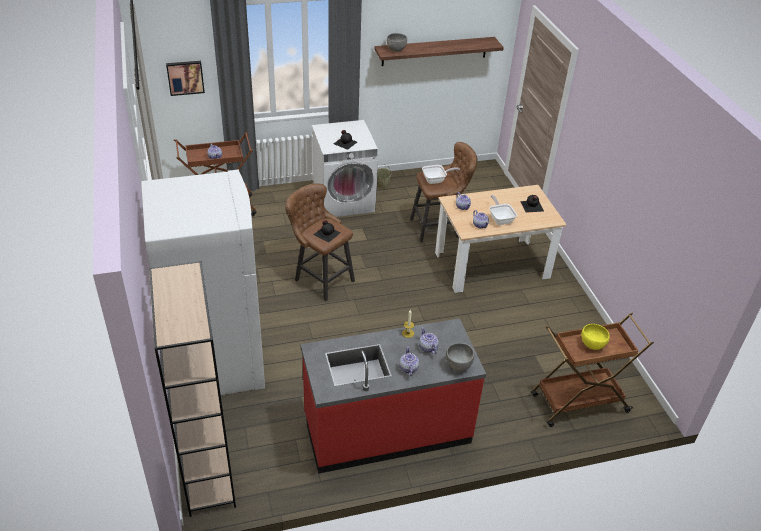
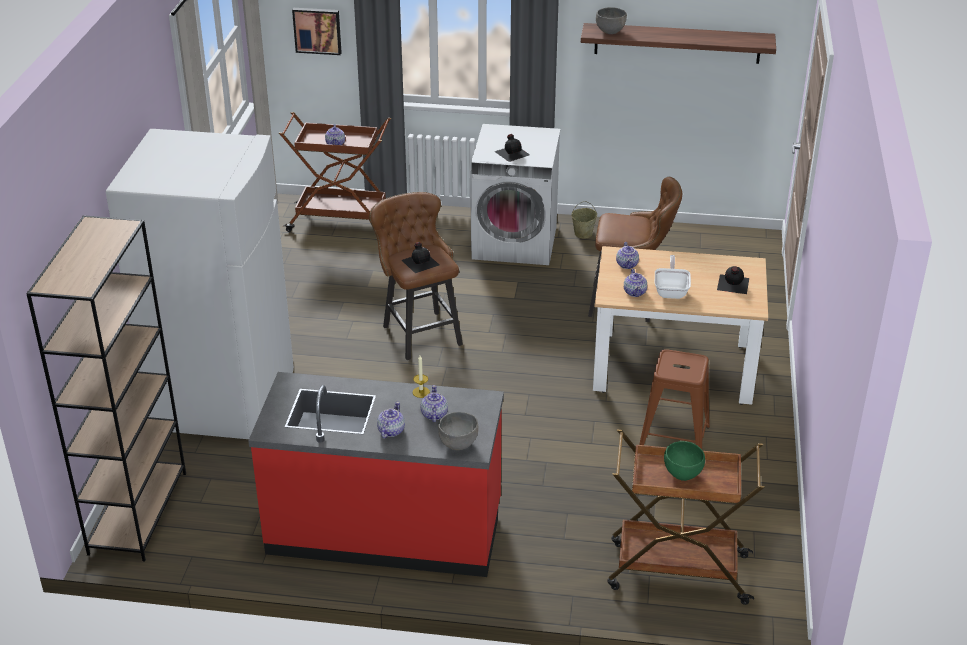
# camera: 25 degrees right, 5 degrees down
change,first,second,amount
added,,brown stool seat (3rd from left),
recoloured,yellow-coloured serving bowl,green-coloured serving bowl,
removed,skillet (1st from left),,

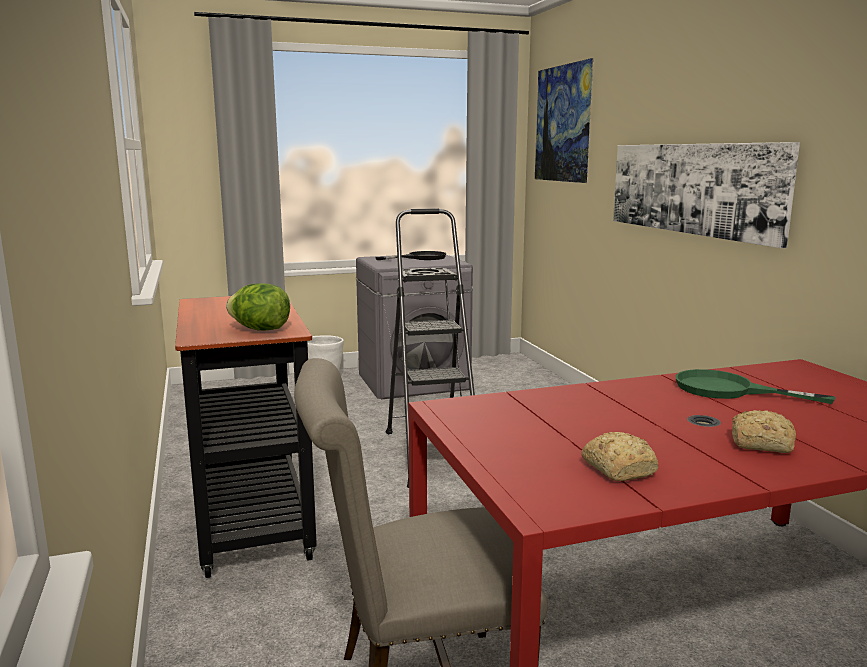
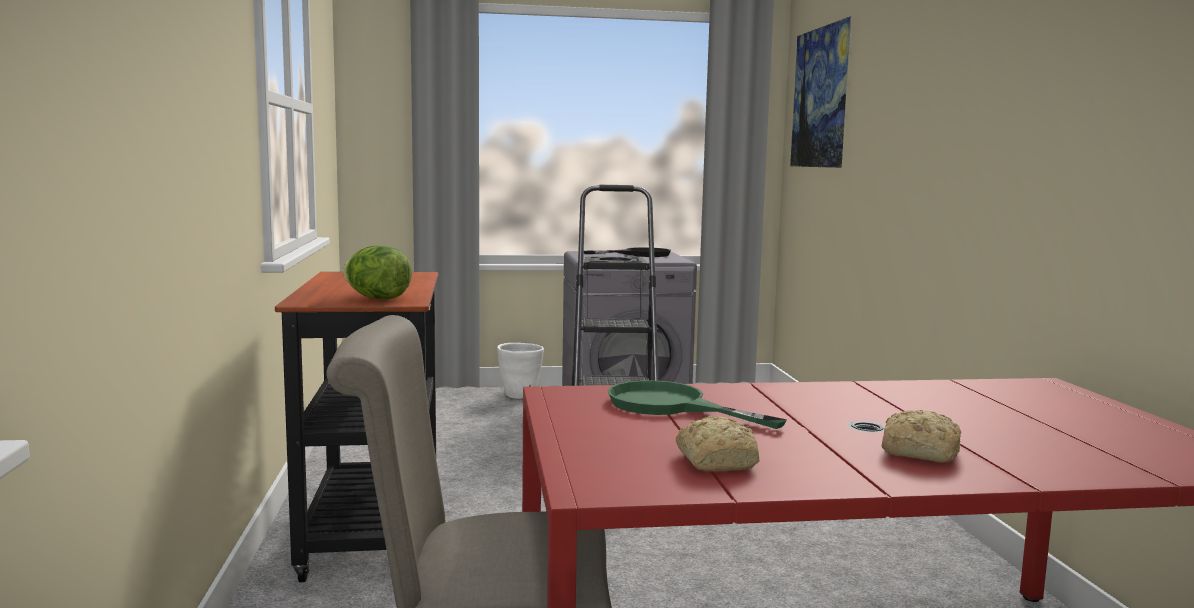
# camera: 10 degrees right, 5 degrees down
change,first,second,amount
moved,green-coloured skillet,,
removed,picture (2nd from left),,

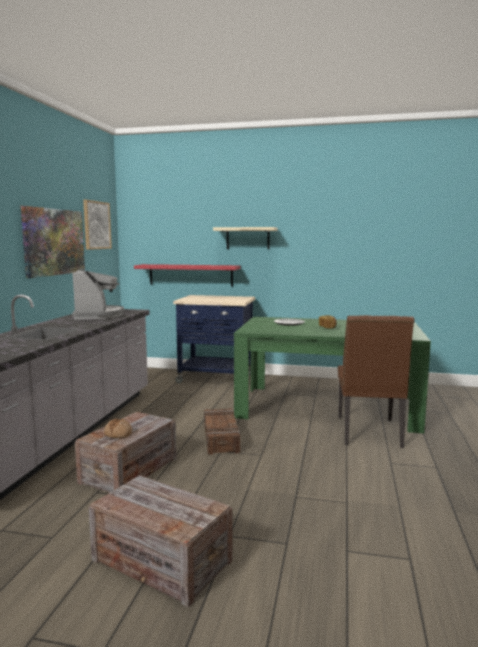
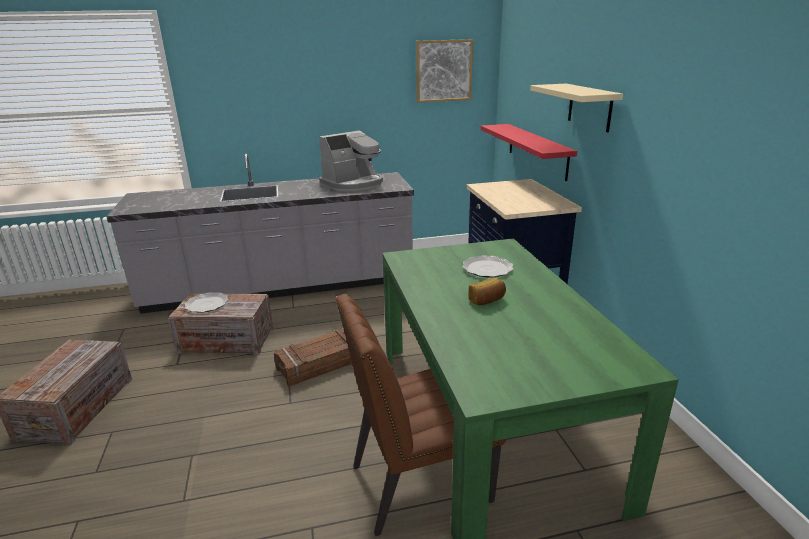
# camera: 65 degrees right, 15 degrees up
change,first,second,amount
replaced,bakery bread (1st from left),flat dish (1st from left),
removed,picture (1st from left),,

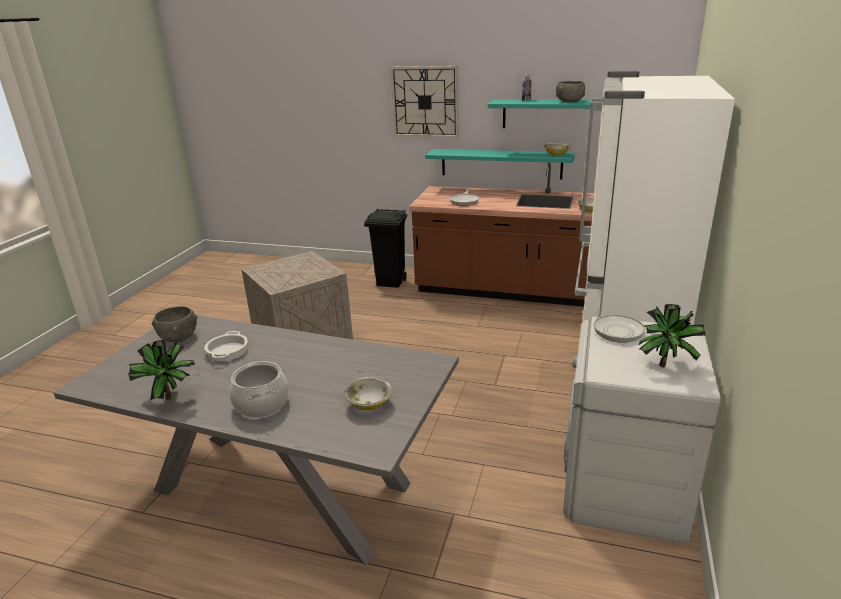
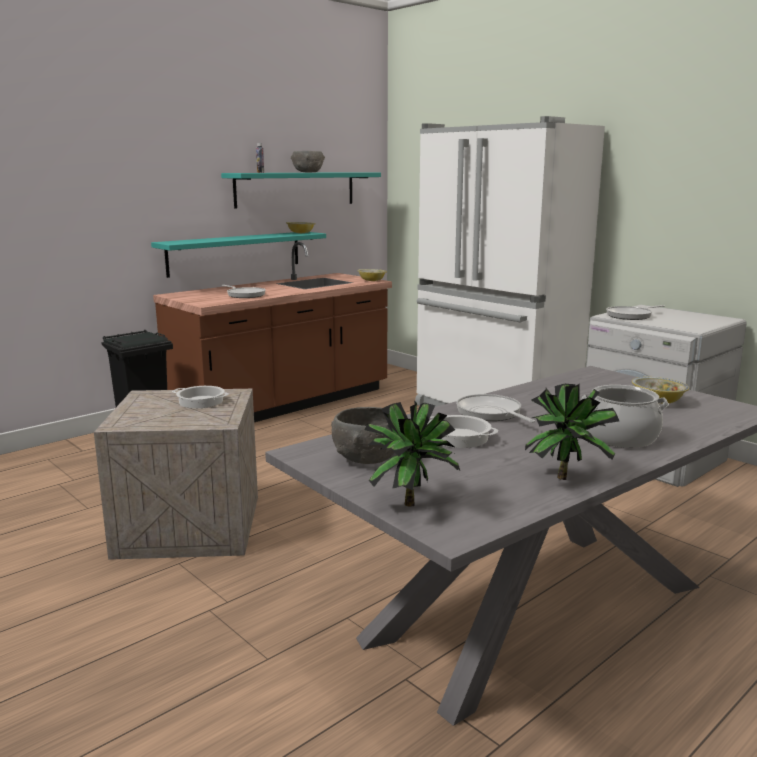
# camera: 60 degrees left, 10 degrees down
change,first,second,amount
added,,saucepot (1st from left),
moved,plant in a pot (2nd from left in the first image),plant in a pot (1st from left),
added,,skillet (2nd from left),
removed,wall clock,,

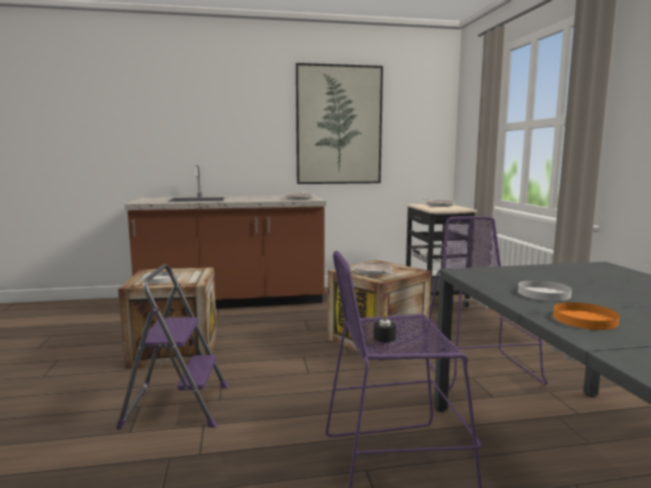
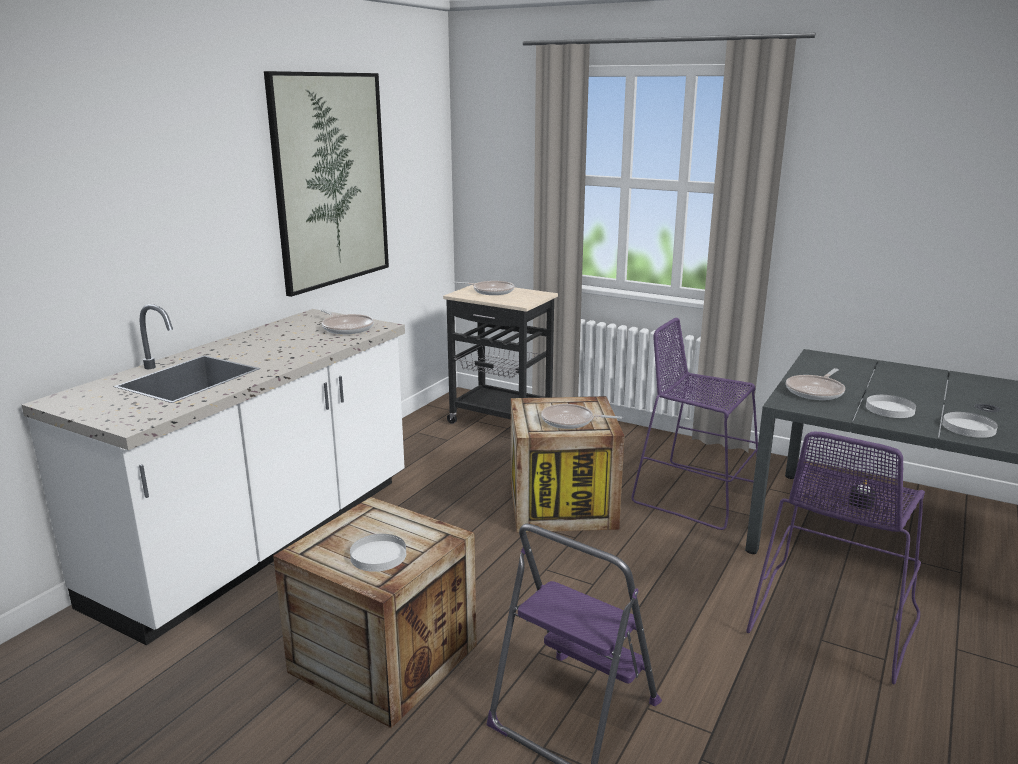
# camera: 50 degrees left, 10 degrees up
change,first,second,amount
recoloured,brown kitchen base unit,white-coloured kitchen base unit,
added,,skillet (4th from left),
recoloured,orange-coloured flat dish,white-coloured flat dish (3rd from left),

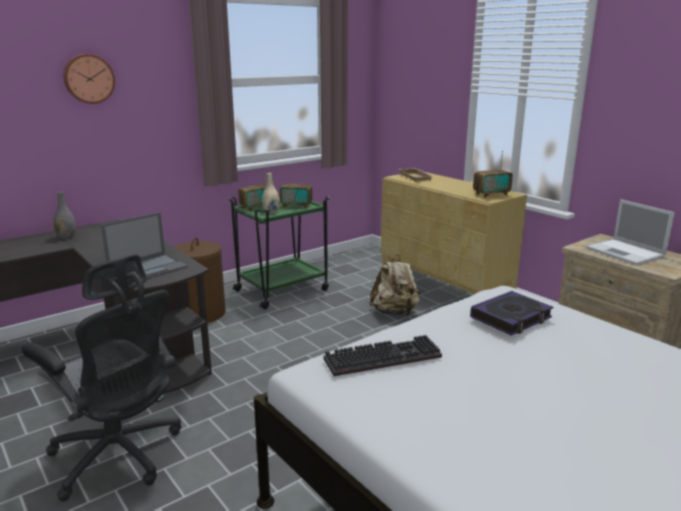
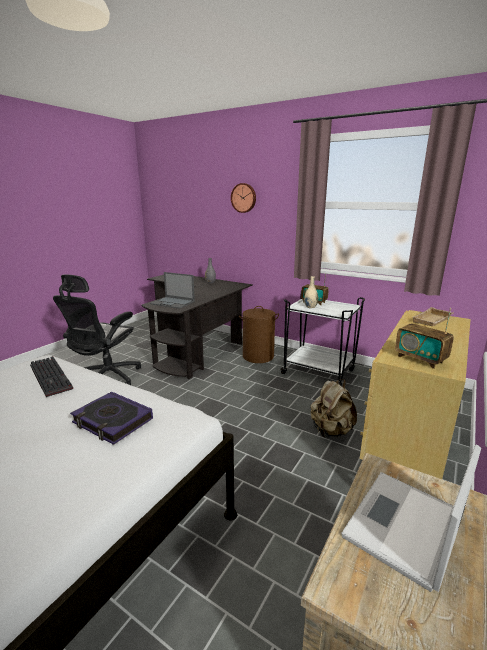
# camera: 70 degrees right, 0 degrees up
change,first,second,amount
recoloured,green-coloured trolley,white-coloured trolley,
removed,radio receiver (2nd from left),,

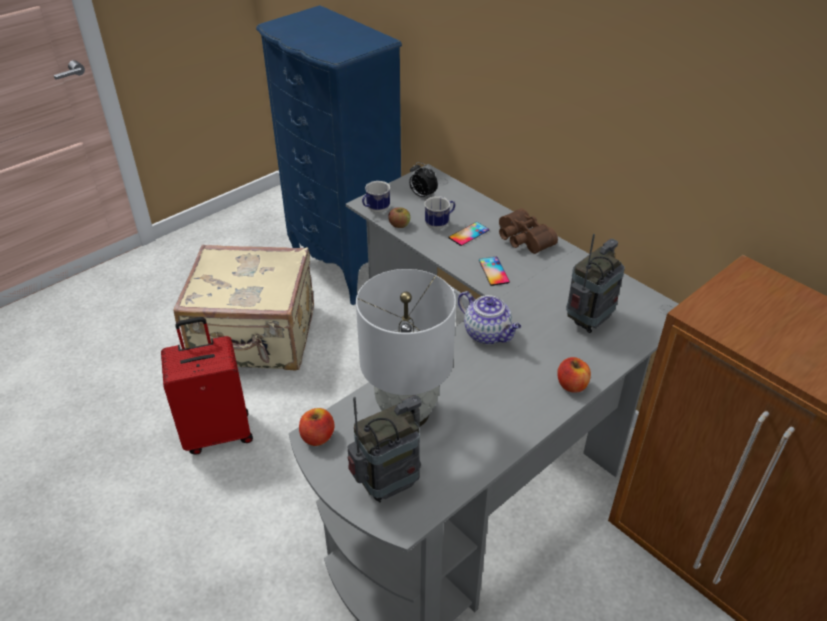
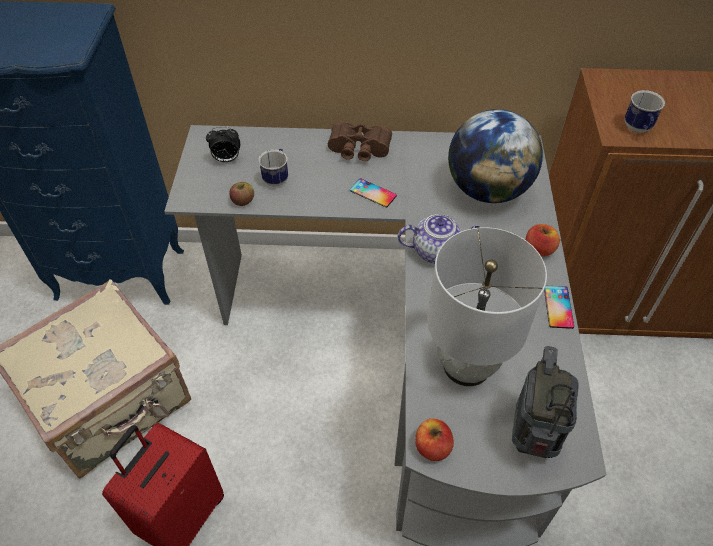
# camera: 45 degrees left, 10 degrees up
change,first,second,amount
replaced,radio receiver (2nd from left),globe,
moved,phone (1st from left in the first image),phone (2nd from left),
moved,tea mug (1st from left in the first image),tea mug (2nd from left),

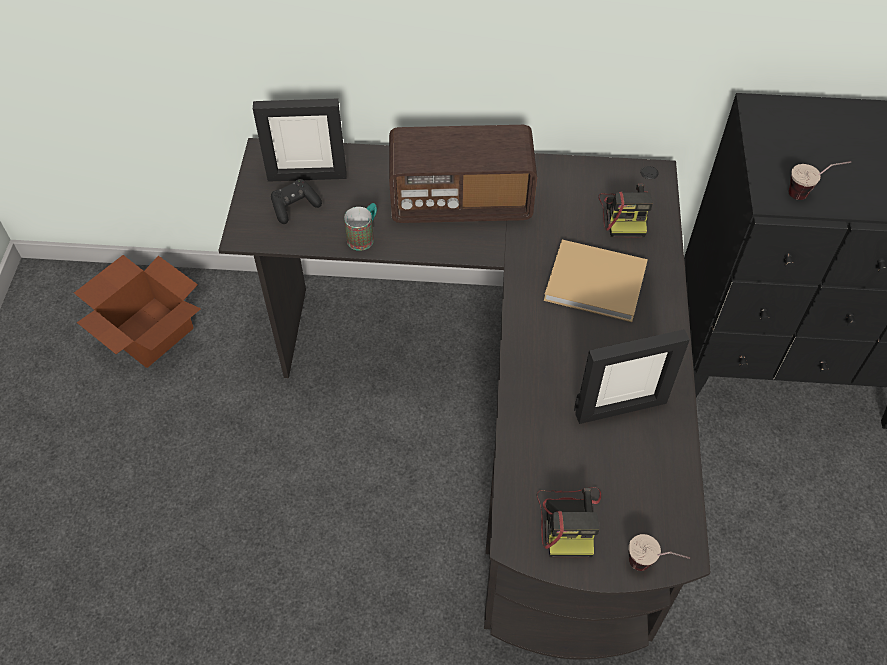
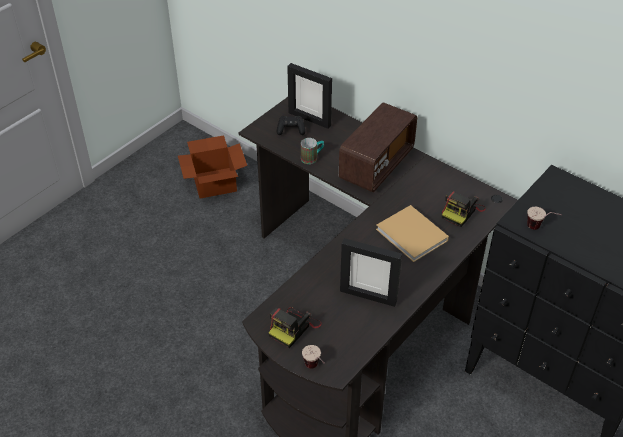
# camera: 35 degrees right, 10 degrees down
change,first,second,amount
turned,radio receiver,,90 degrees counterclockwise

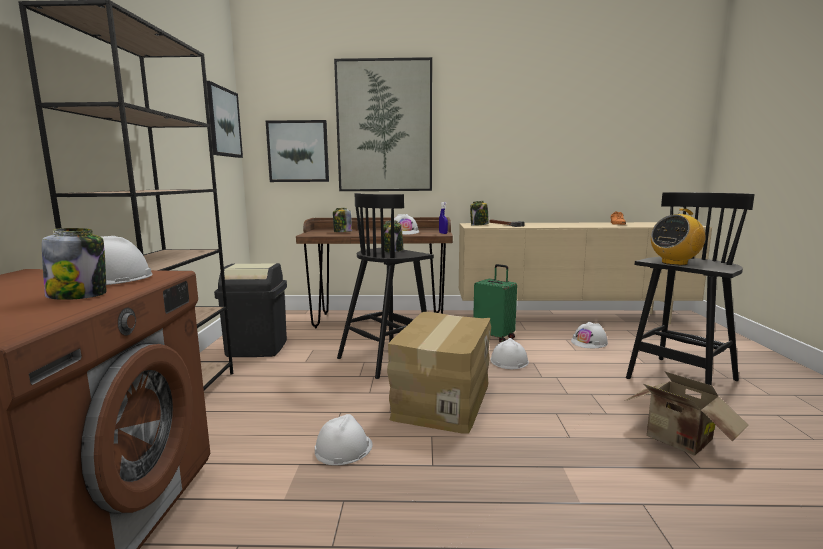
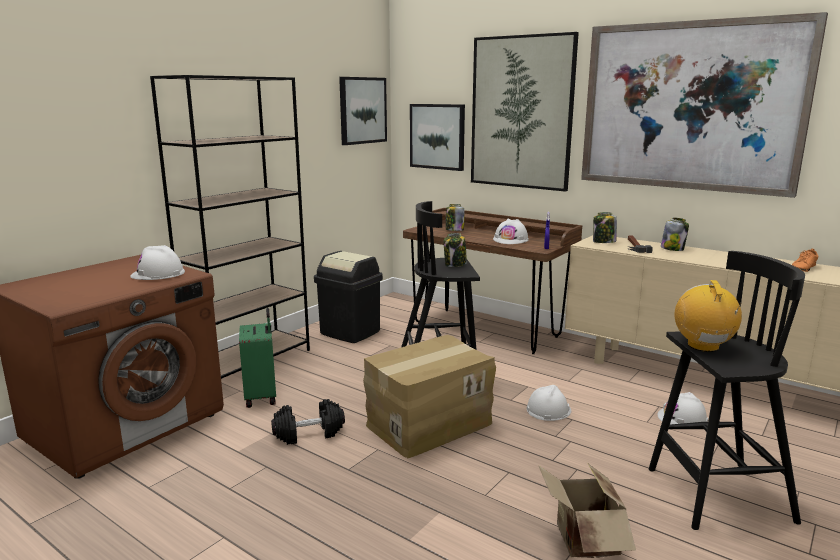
# camera: 35 degrees right, 5 degrees up
change,first,second,amount
moved,green-coloured piece of luggage,,
replaced,white-coloured hard hat (2nd from left),black hand weight,
added,,picture (4th from left),
moved,jar (1st from left in the first image),jar (4th from left),
turned,radio receiver,,90 degrees clockwise

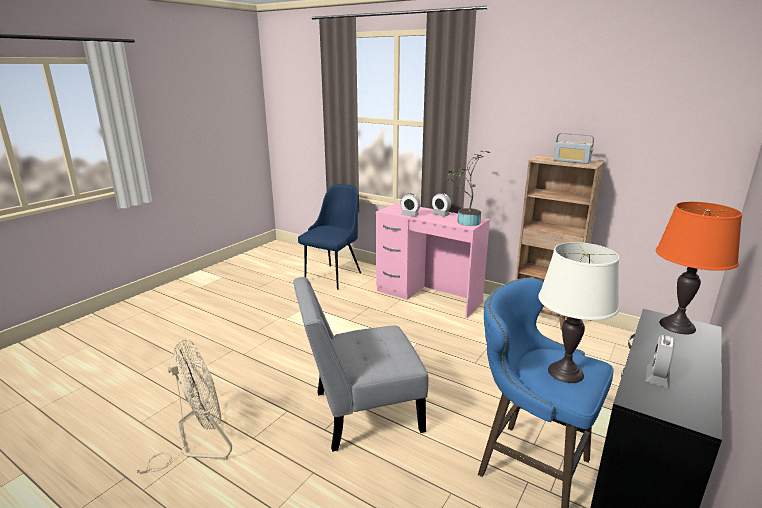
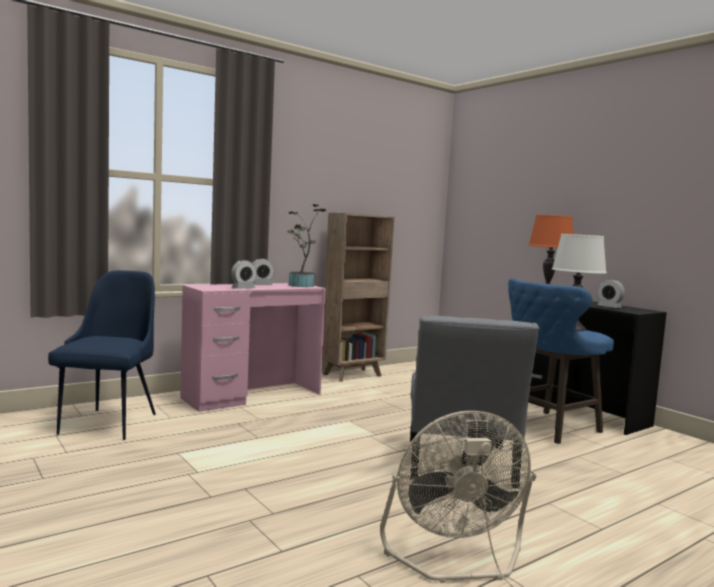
# camera: 70 degrees left, 15 degrees down
change,first,second,amount
turned,blue upright chair,,45 degrees clockwise
removed,radio receiver,,

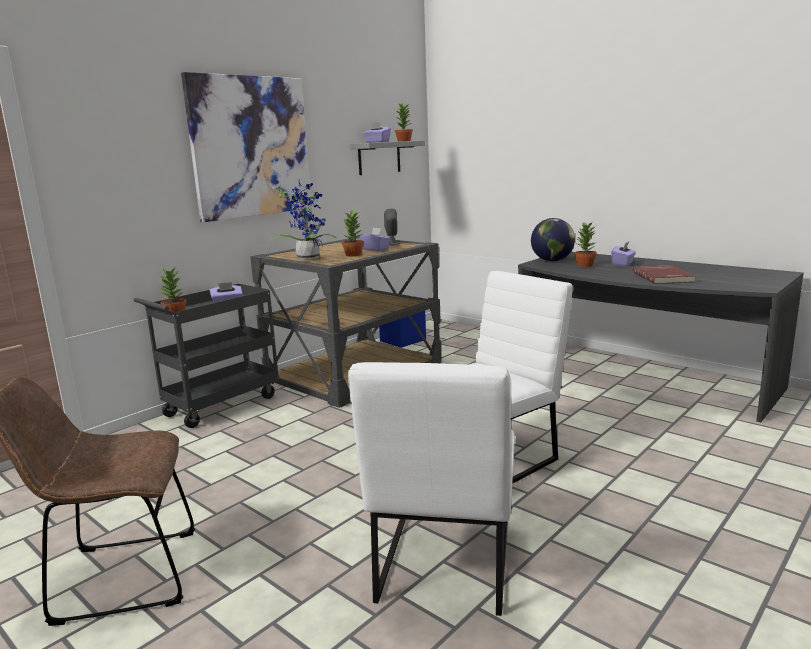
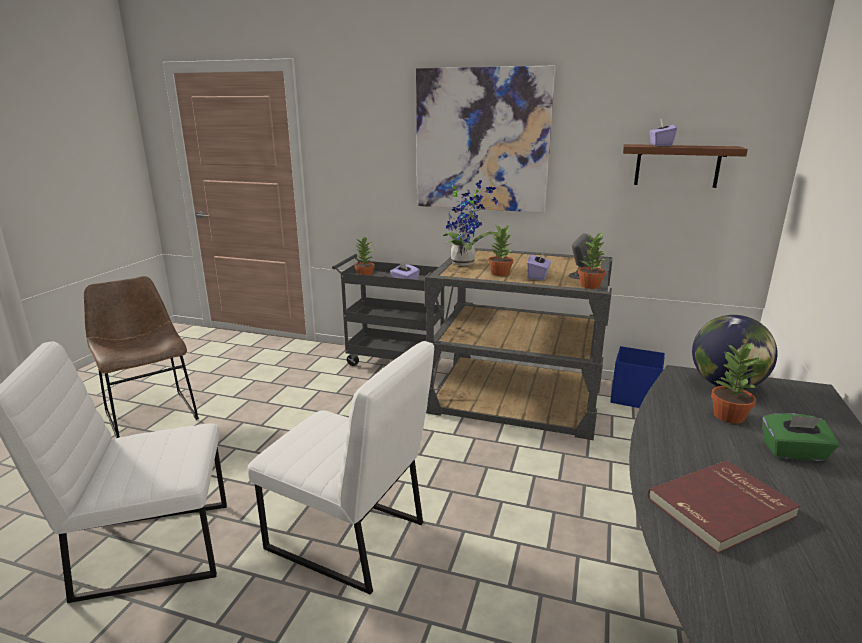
# camera: 65 degrees right, 5 degrees up
change,first,second,amount
moved,plant in a pot (4th from left),,
recoloured,greyish shelf,brown shelf,
recoloured,purplish tissue box (4th from left),green-coloured tissue box,

